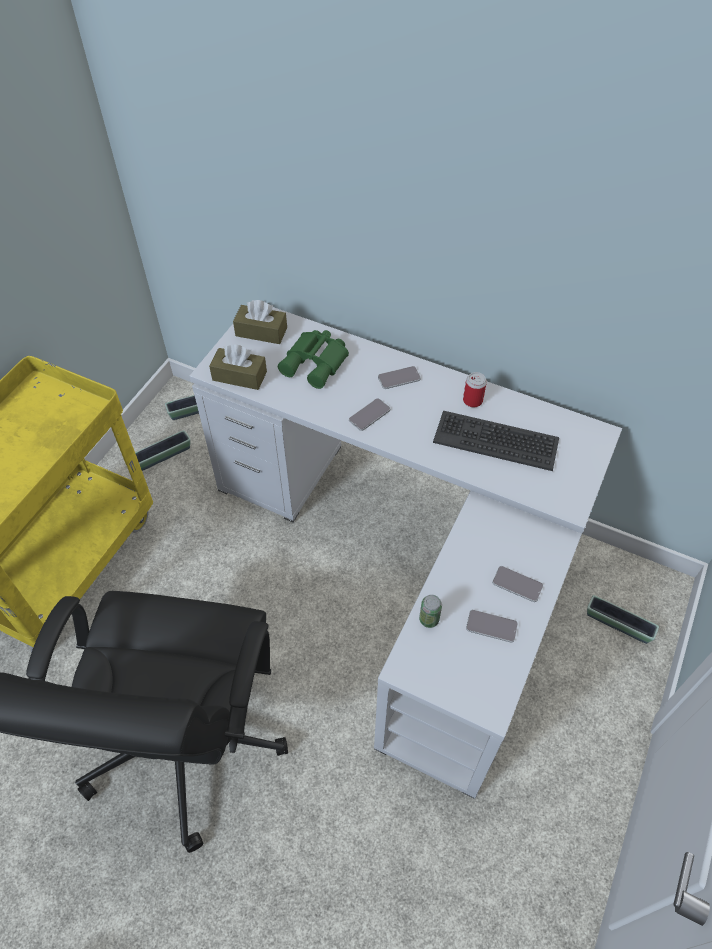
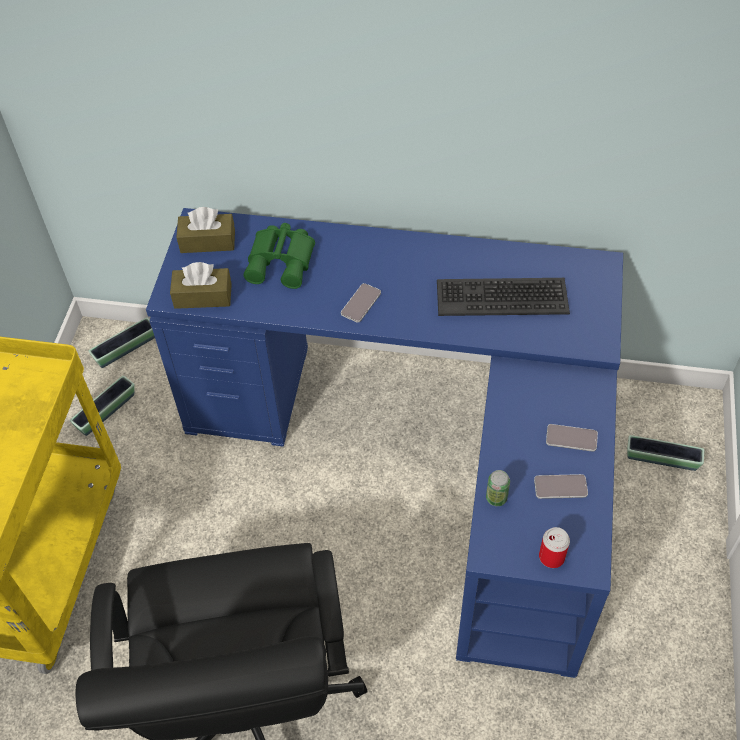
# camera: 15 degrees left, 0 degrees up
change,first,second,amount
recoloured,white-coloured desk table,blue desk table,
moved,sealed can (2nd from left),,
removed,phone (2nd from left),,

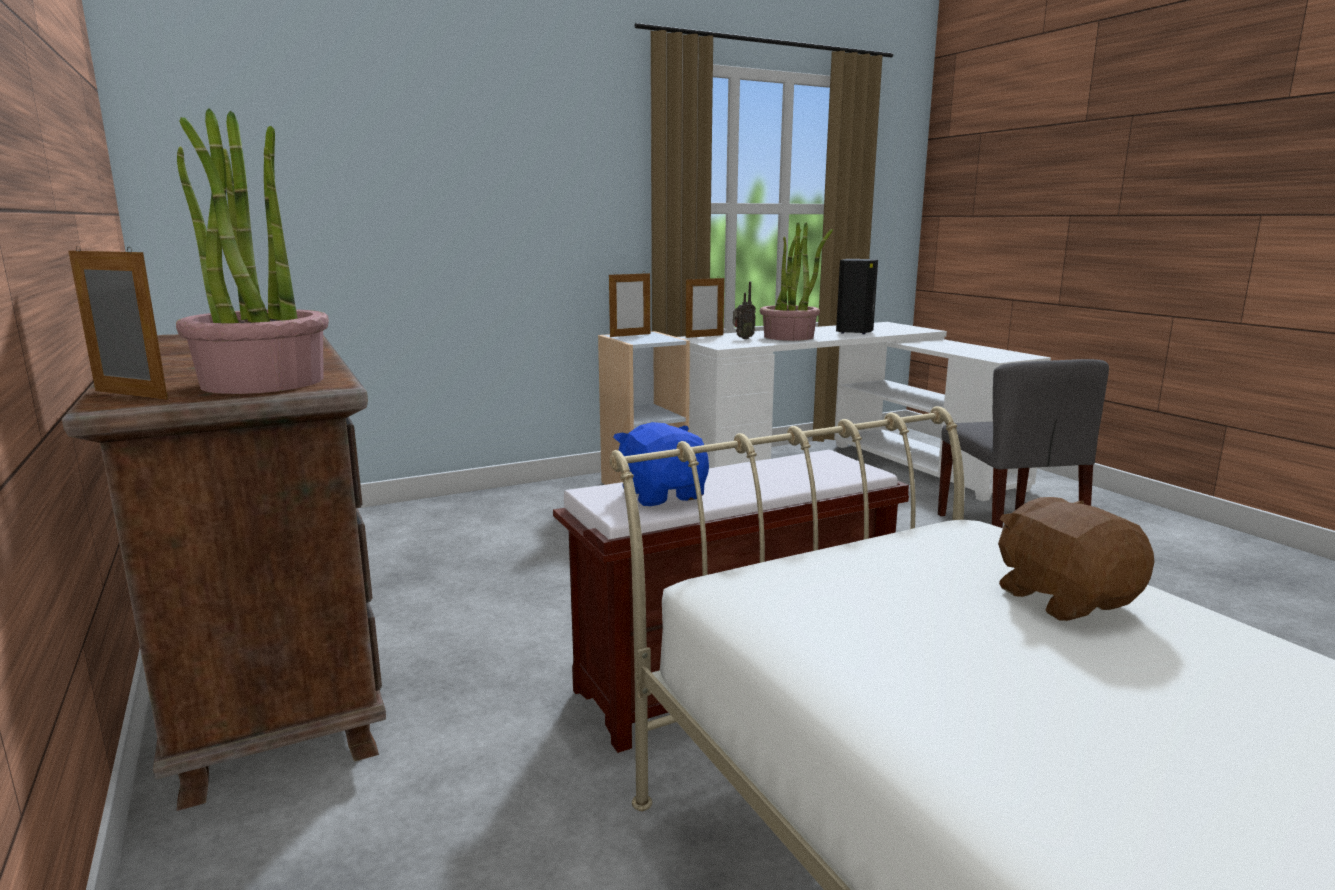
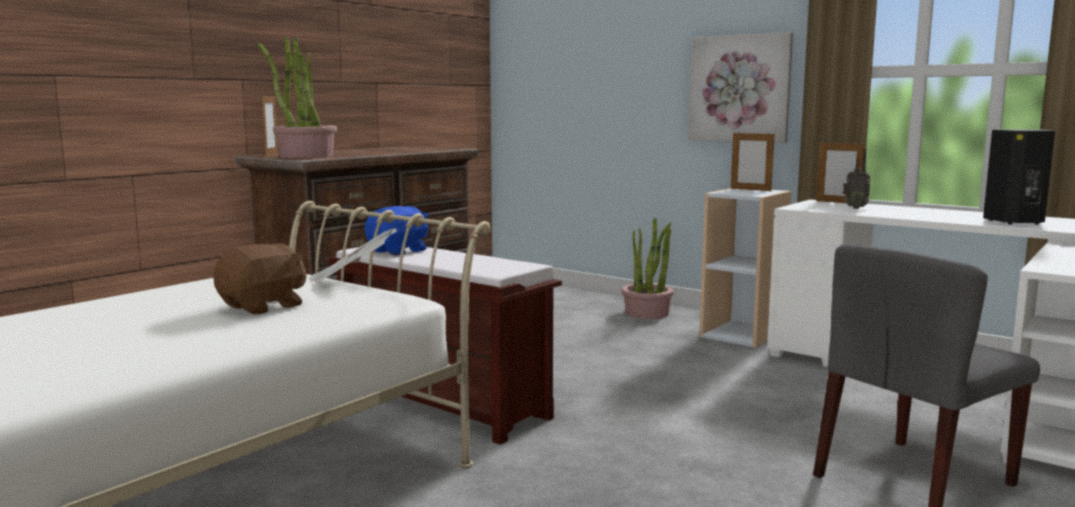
# camera: 65 degrees right, 5 degrees down
change,first,second,amount
added,,printed paper,
moved,plant in a pot (2nd from left),,
added,,picture,

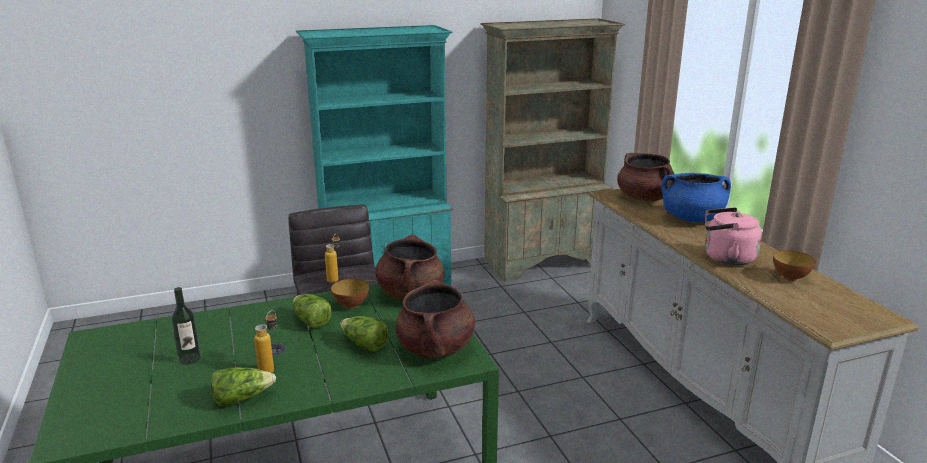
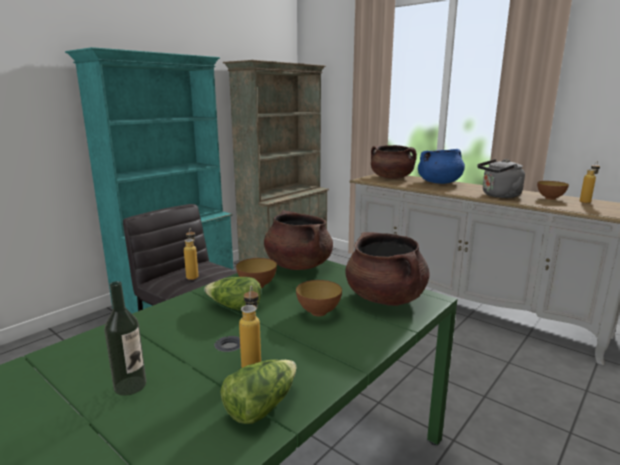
# camera: 30 degrees left, 5 degrees down
change,first,second,amount
replaced,lettuce head (3rd from left),serving bowl (2nd from left),
recoloured,pink-coloured kettle,greyish kettle,
added,,bottle (4th from left),

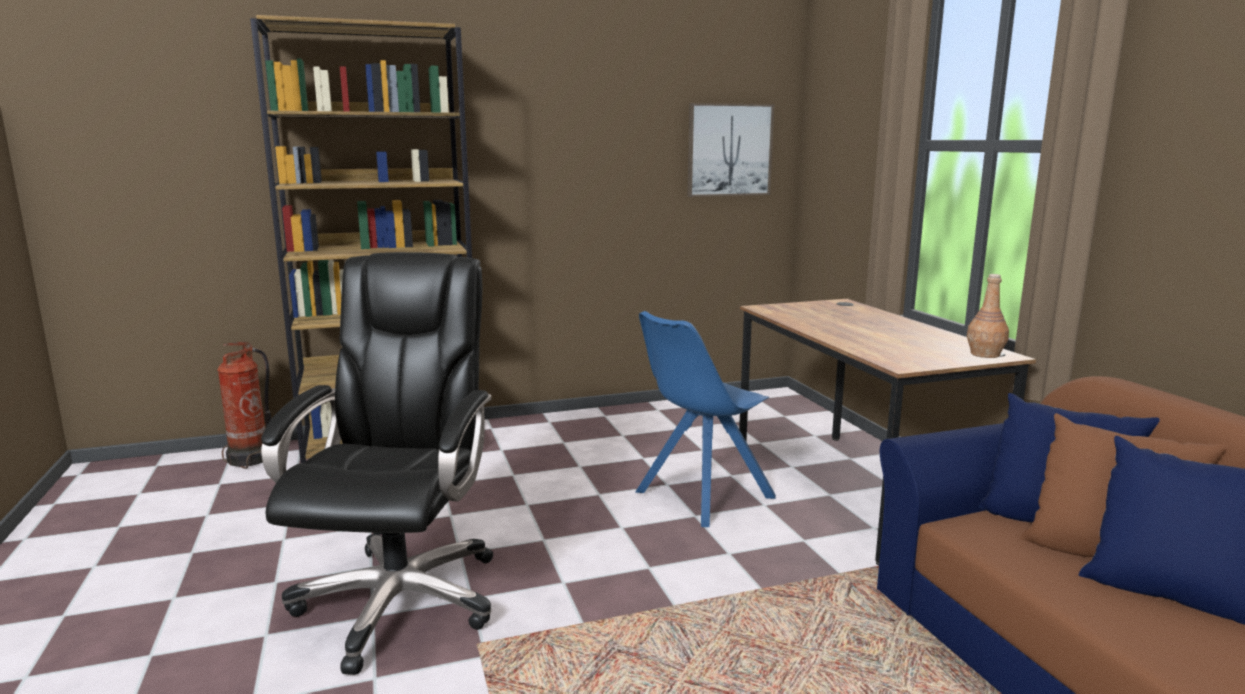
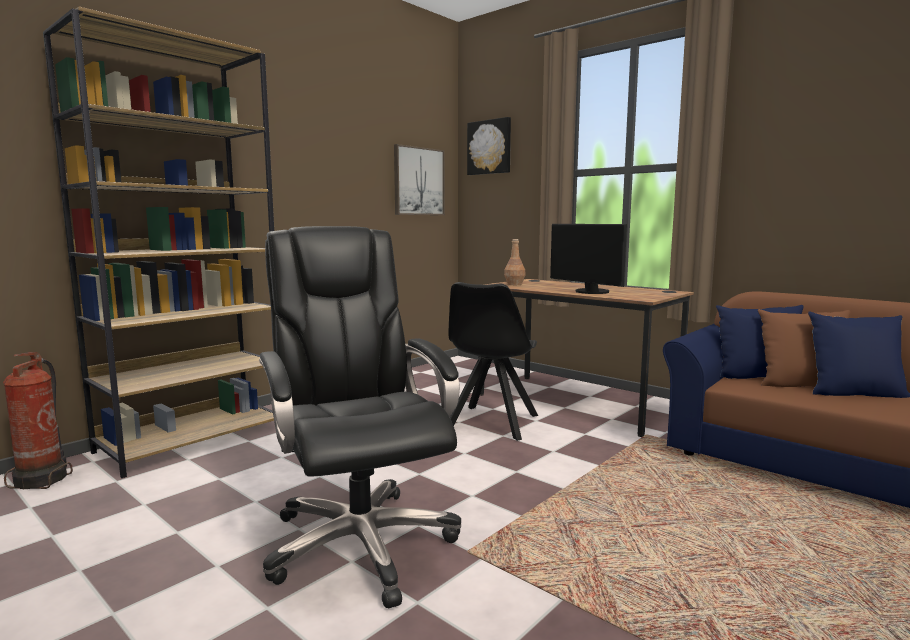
# camera: 30 degrees left, 5 degrees down
change,first,second,amount
recoloured,blue upright chair,black upright chair,
added,,picture (2nd from left),
moved,brown bottle,,
added,,computer display,

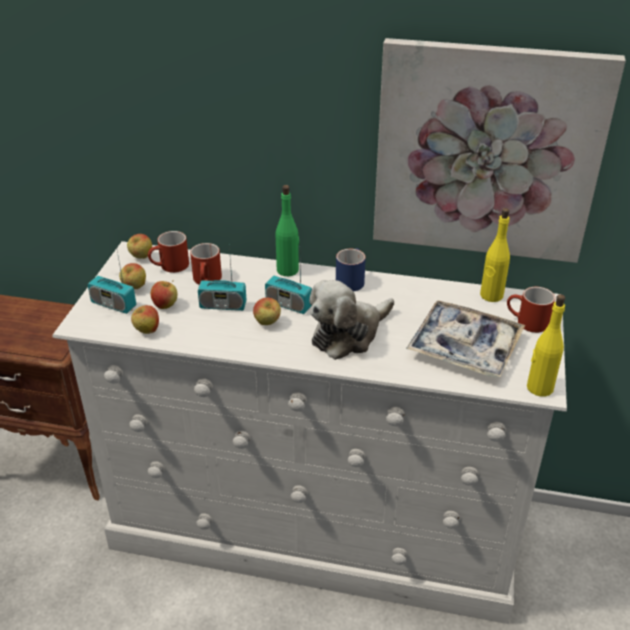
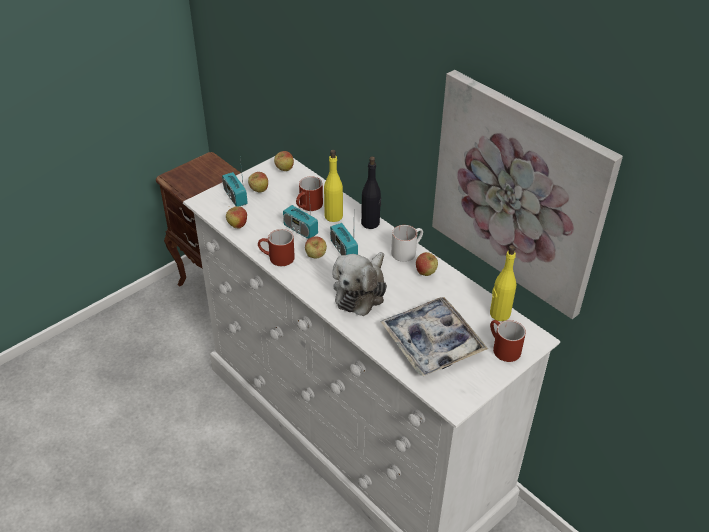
# camera: 35 degrees right, 5 degrees up
change,first,second,amount
moved,red-coloured tea mug (1st from left),,
moved,yellow-coloured bottle (2nd from left in the first image),yellow-coloured bottle (1st from left),
turned,plush toy,,60 degrees counterclockwise
recoloured,green-coloured bottle,black bottle,
recoloured,blue tea mug,white-coloured tea mug,
moved,whole apple (4th from left in the first image),whole apple (5th from left),

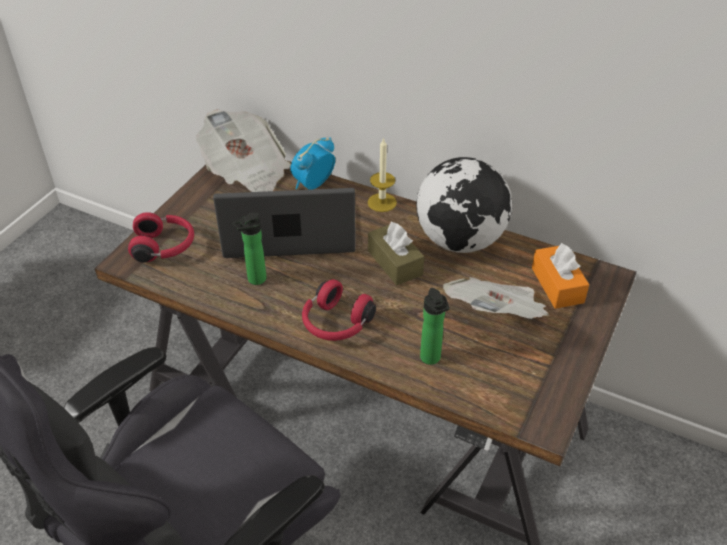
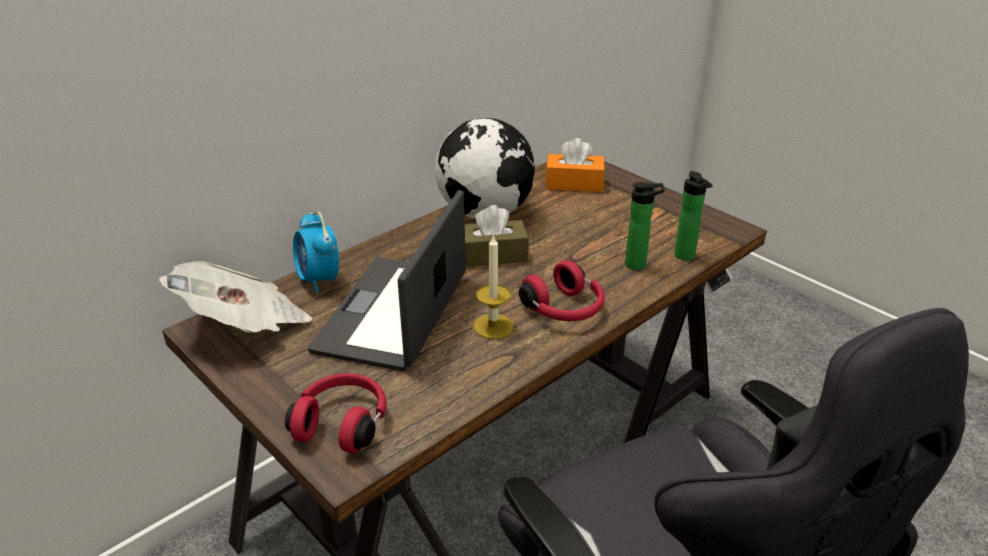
# camera: 70 degrees left, 10 degrees down
change,first,second,amount
moved,wax light,,
moved,bottle (1st from left in the first image),bottle (2nd from left),
removed,printed paper (2nd from left),,

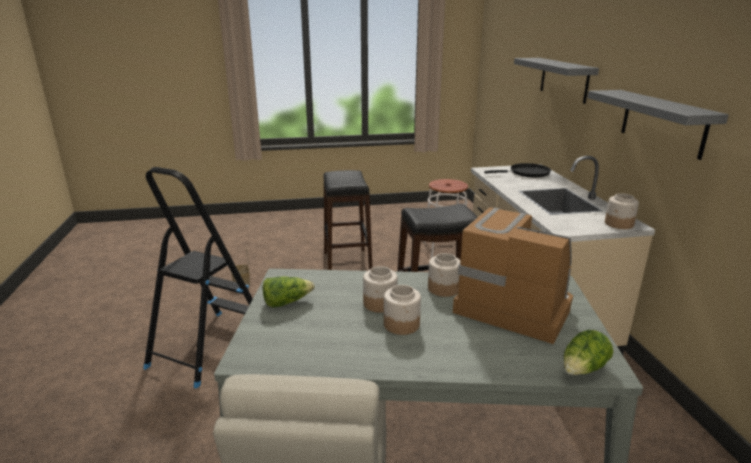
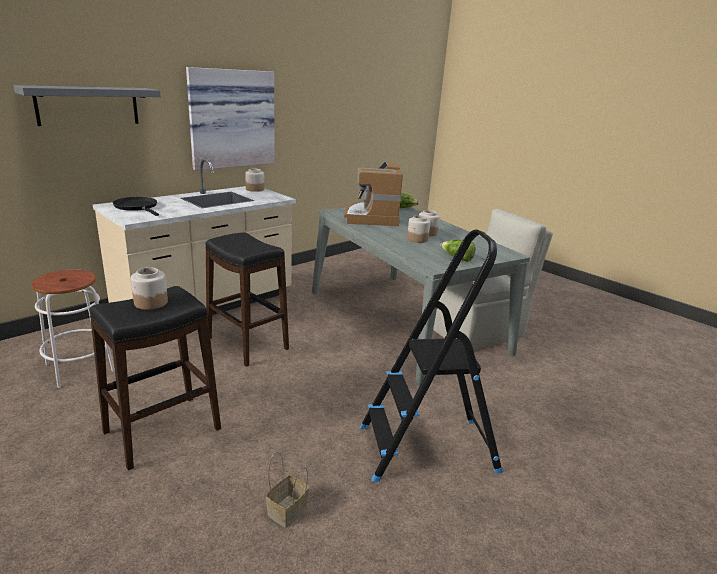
# camera: 125 degrees left, 0 degrees up
change,first,second,amount
moved,jar (3rd from left in the first image),jar (1st from left),
replaced,greyish shelf (2nd from left),picture,

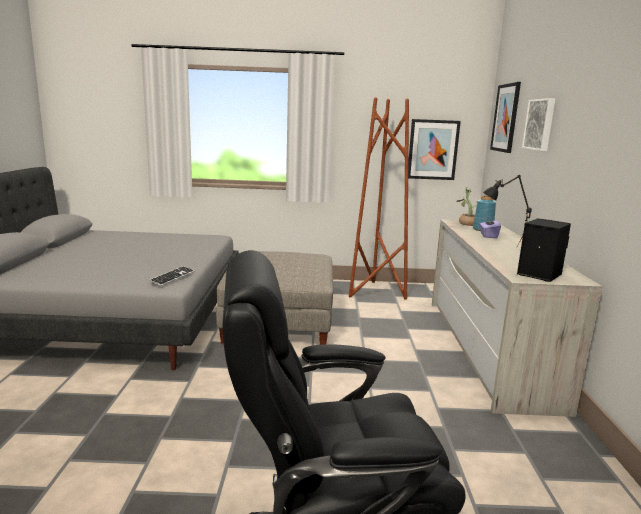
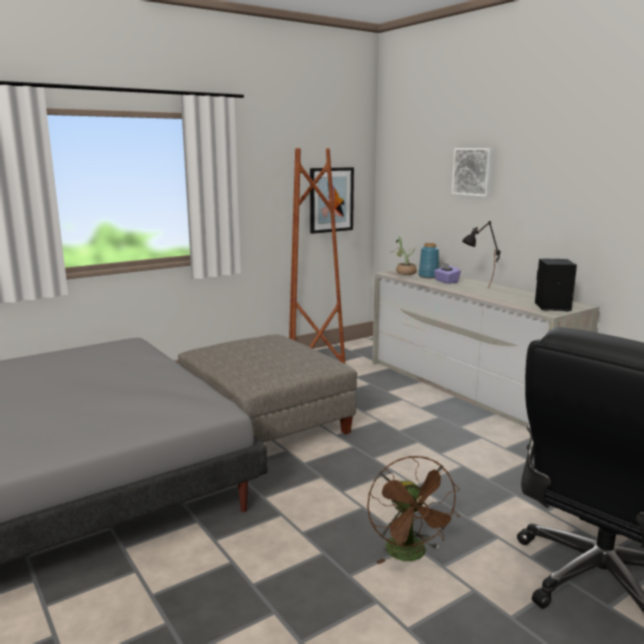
# camera: 35 degrees left, 0 degrees up
change,first,second,amount
added,,brown electric fan,
removed,computer keyboard,,
removed,picture (2nd from left),,

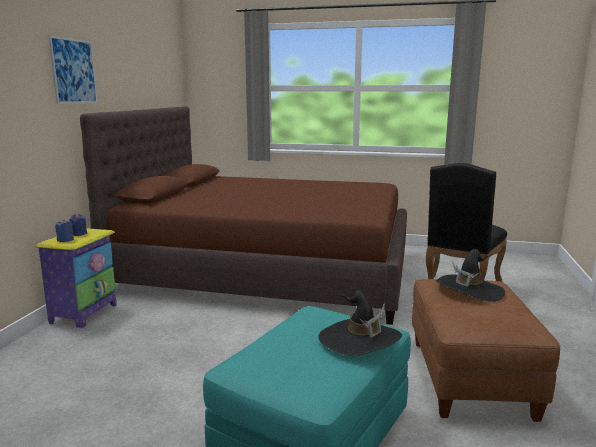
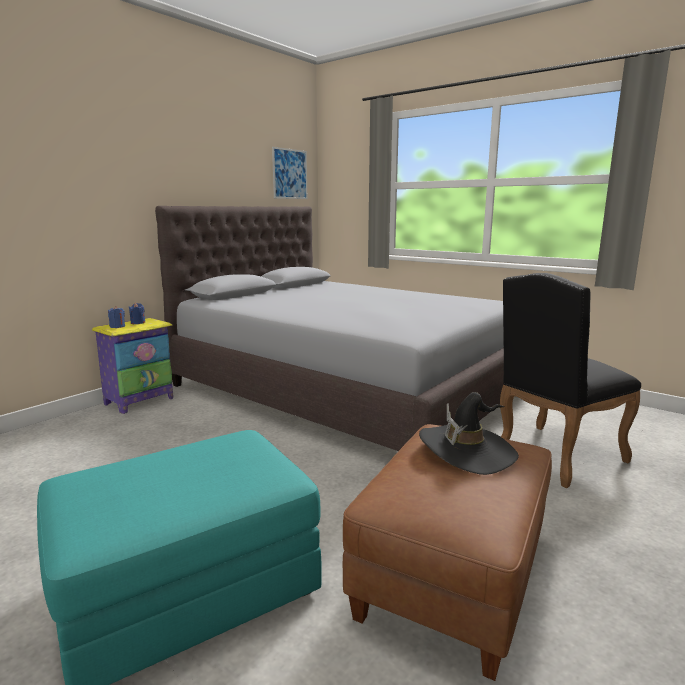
# camera: 25 degrees right, 0 degrees up
change,first,second,amount
recoloured,brown bedroom bed,greyish bedroom bed,
moved,picture,,
removed,black hat (1st from left),,

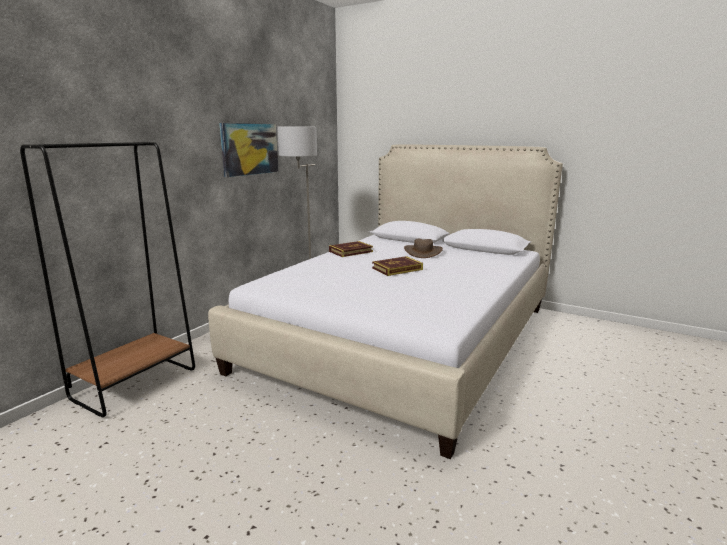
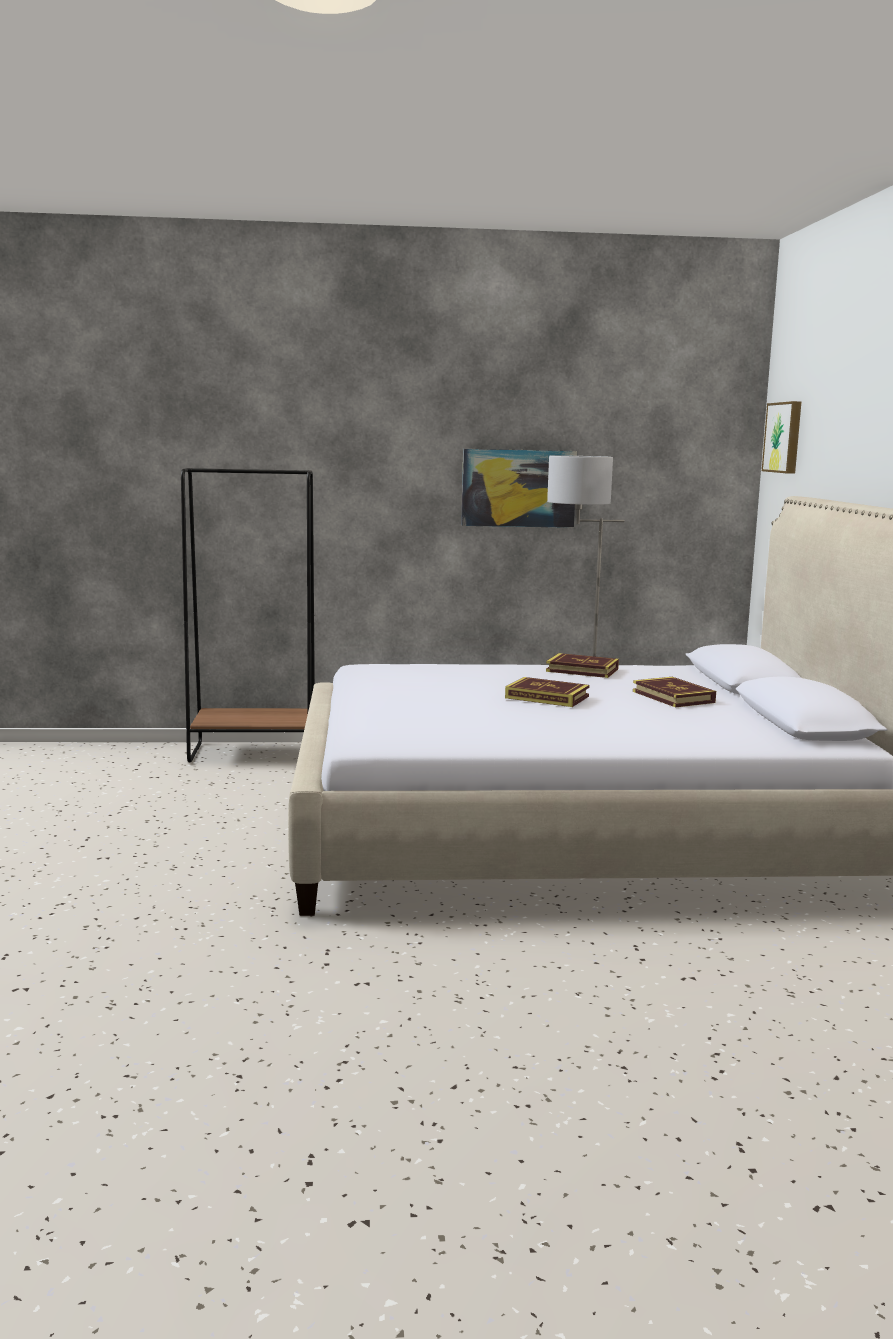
# camera: 55 degrees right, 5 degrees down
change,first,second,amount
replaced,brown hat,bound book (3rd from left),
added,,picture (2nd from left),

